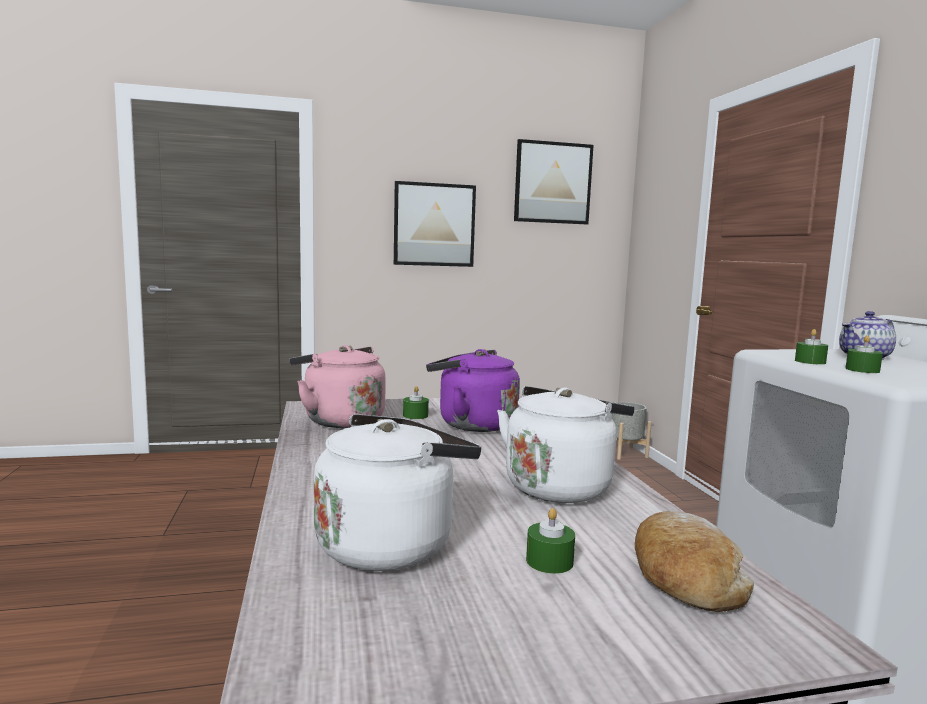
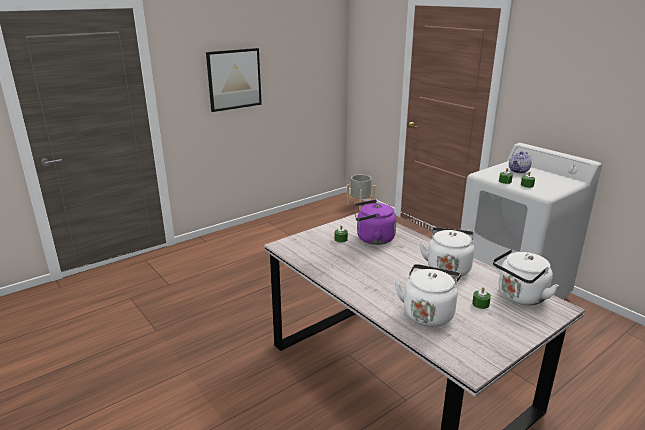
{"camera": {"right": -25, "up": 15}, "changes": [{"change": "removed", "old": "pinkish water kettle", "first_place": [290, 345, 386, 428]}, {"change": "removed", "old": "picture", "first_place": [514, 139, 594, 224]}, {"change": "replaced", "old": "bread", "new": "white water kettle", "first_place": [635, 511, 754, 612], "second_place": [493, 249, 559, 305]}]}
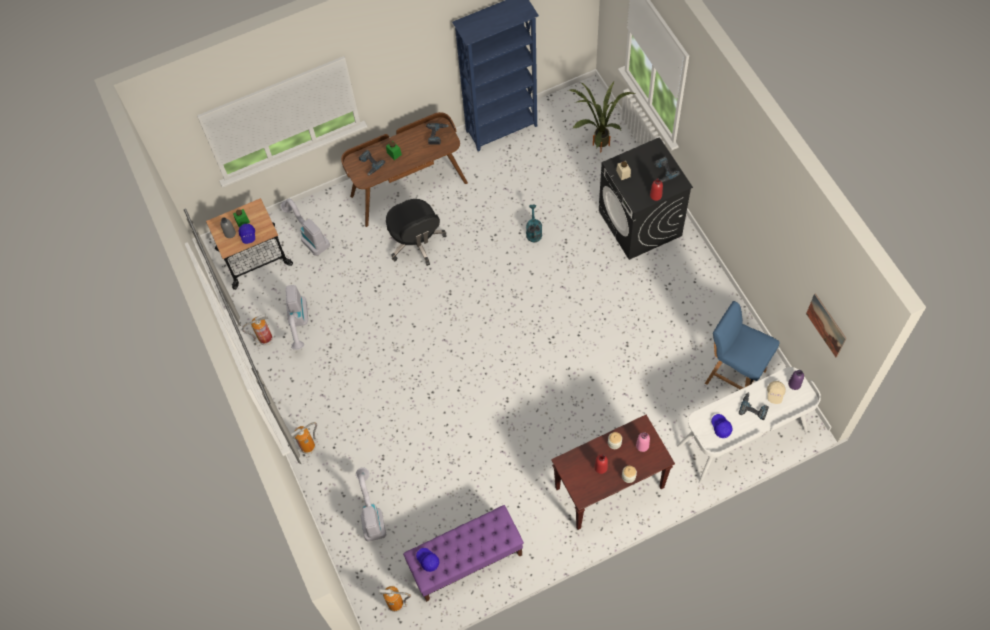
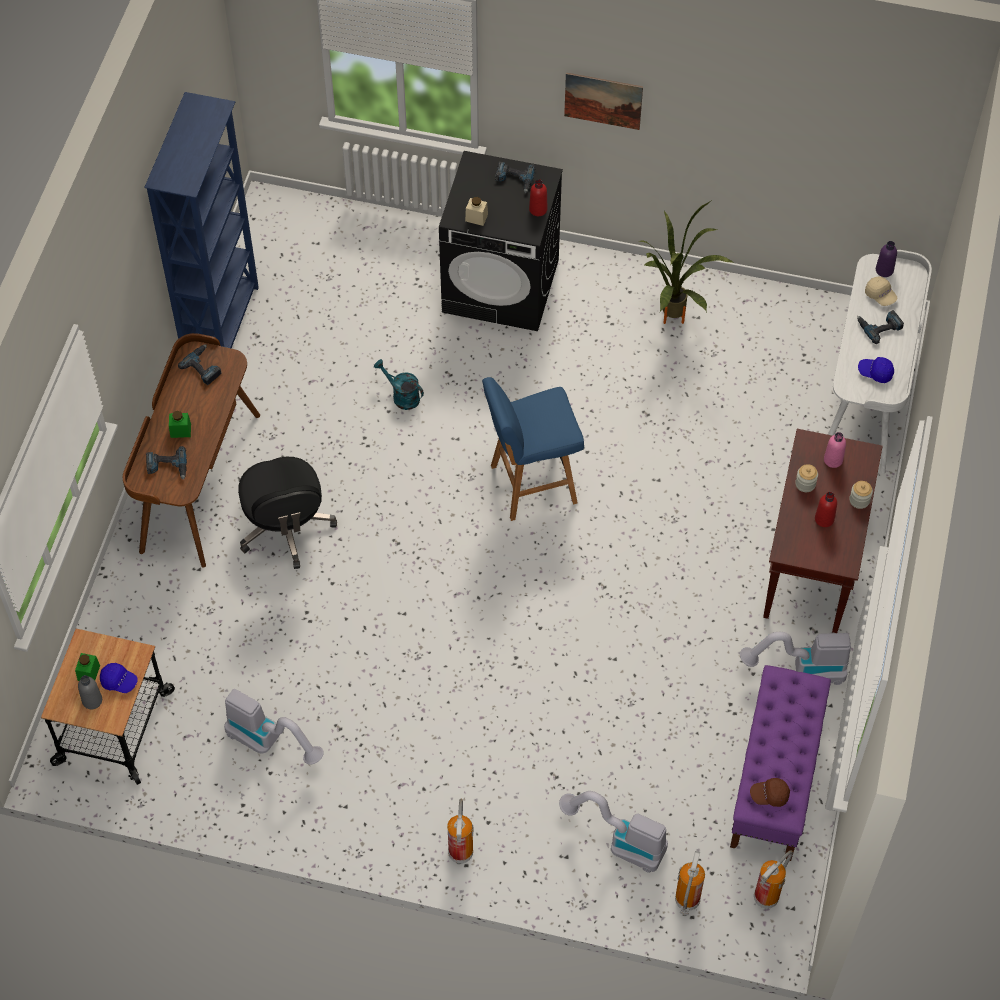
{"camera": {"right": -55, "up": -5}, "changes": [{"change": "moved", "old": "fire extinguisher", "first_place": [242, 314, 273, 345], "second_place": [675, 851, 705, 915]}, {"change": "moved", "old": "vacuum cleaner", "first_place": [281, 199, 330, 256], "second_place": [740, 632, 851, 685]}, {"change": "turned", "old": "black-coloured office chair", "first_place": [386, 199, 446, 266], "second_place": [238, 457, 337, 569], "degrees": 60}, {"change": "recoloured", "old": "bluish cap", "new": "brownish cap", "first_place": [416, 548, 439, 572], "second_place": [750, 778, 790, 807]}, {"change": "moved", "old": "houseplant", "first_place": [569, 82, 636, 153], "second_place": [639, 200, 734, 324]}, {"change": "moved", "old": "bluish stool", "first_place": [705, 301, 780, 390], "second_place": [482, 377, 584, 521]}, {"change": "moved", "old": "picture", "first_place": [806, 293, 846, 358], "second_place": [564, 73, 643, 130]}]}
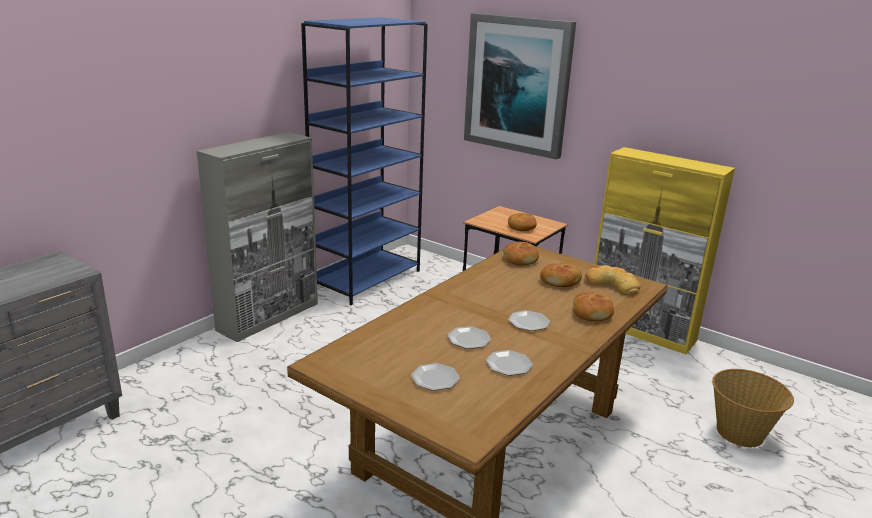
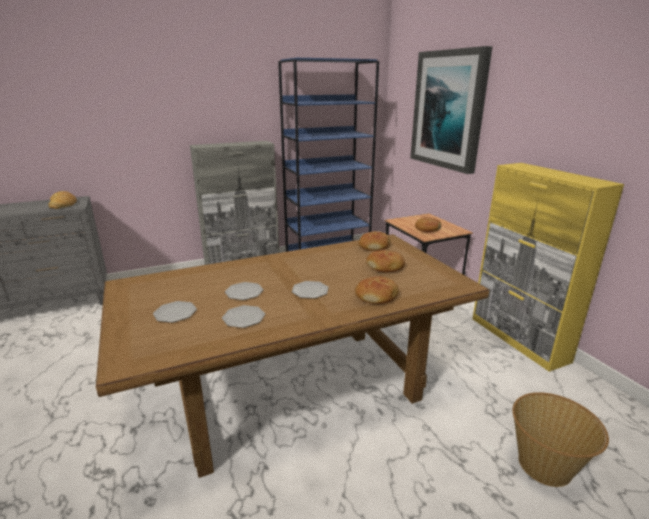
{"camera": {"right": 30, "up": 0}, "changes": [{"change": "moved", "old": "bread", "first_place": [585, 265, 640, 294], "second_place": [48, 191, 77, 209]}]}
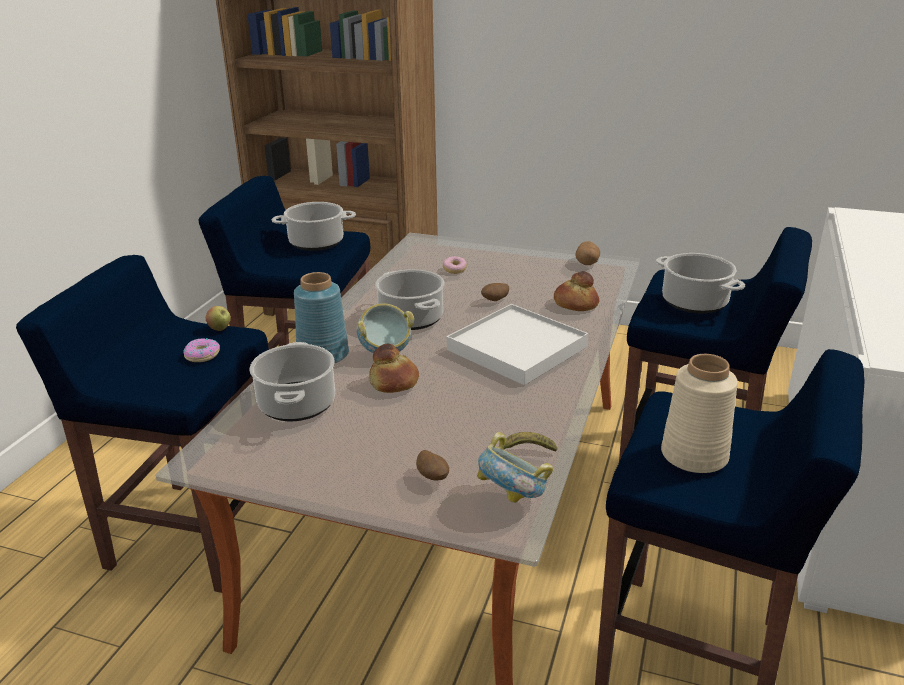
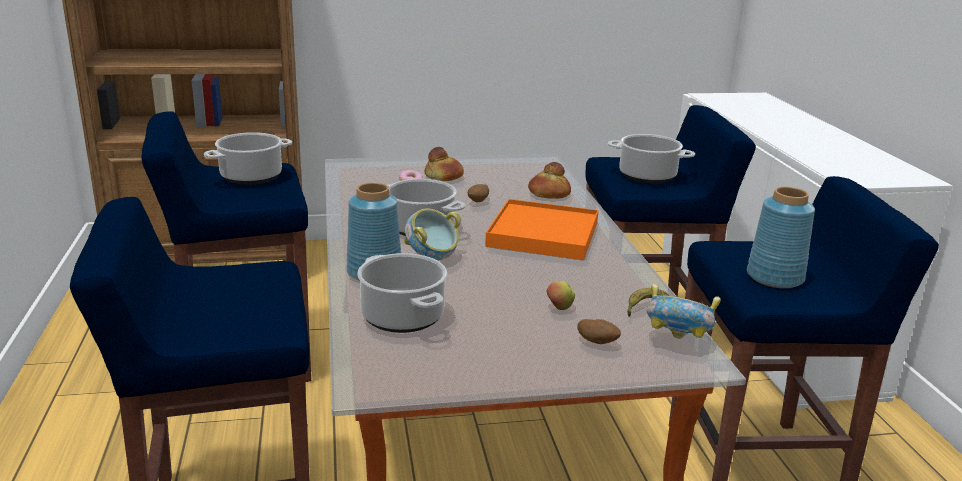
{"camera": {"right": -30, "up": -5}, "changes": [{"change": "removed", "old": "ring doughnut", "first_place": [183, 338, 220, 362]}, {"change": "moved", "old": "apple fruit", "first_place": [206, 306, 231, 331], "second_place": [546, 281, 575, 310]}, {"change": "moved", "old": "bread", "first_place": [369, 344, 419, 393], "second_place": [425, 147, 464, 181]}, {"change": "recoloured", "old": "white tray", "new": "orange tray", "first_place": [447, 304, 588, 385], "second_place": [485, 199, 599, 260]}, {"change": "removed", "old": "spud", "first_place": [575, 241, 600, 265]}, {"change": "recoloured", "old": "sand-coloured decorative vase", "new": "bluish decorative vase", "first_place": [661, 354, 738, 473], "second_place": [747, 186, 815, 288]}]}
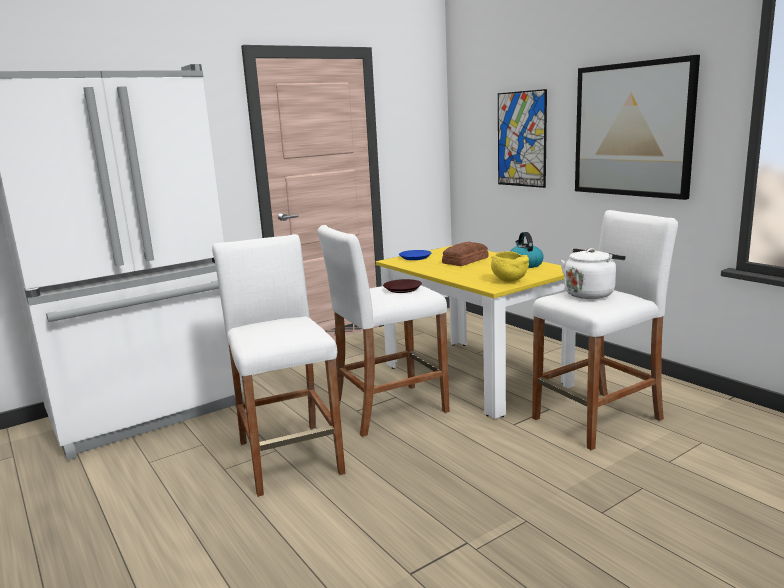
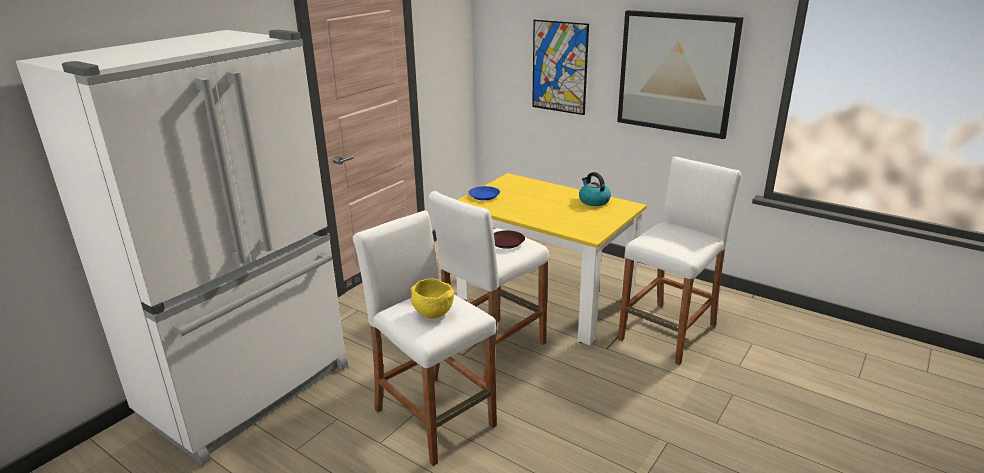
{"camera": {"right": -20, "up": 10}, "changes": [{"change": "removed", "old": "bread", "first_place": [442, 242, 488, 266]}, {"change": "moved", "old": "yellowish serving bowl", "first_place": [491, 251, 529, 282], "second_place": [411, 278, 454, 319]}, {"change": "removed", "old": "white water kettle", "first_place": [561, 248, 626, 299]}]}
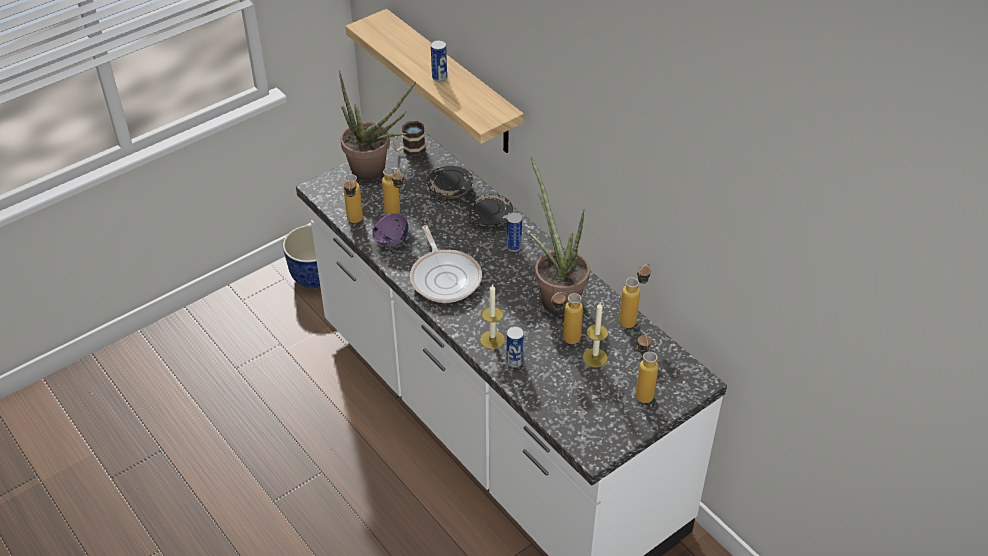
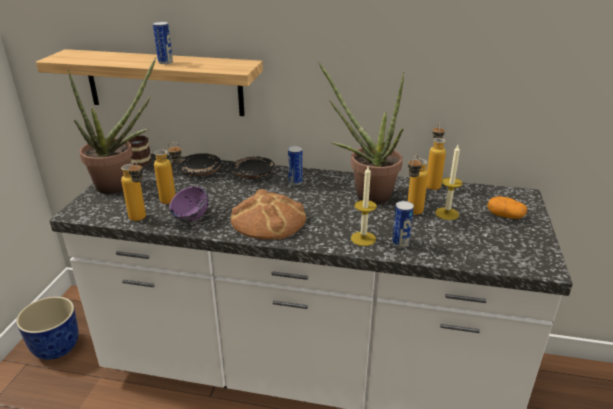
{"camera": {"right": -40, "up": -15}, "changes": [{"change": "replaced", "old": "frying pan", "new": "bread", "first_place": [410, 225, 482, 303], "second_place": [231, 189, 306, 240]}, {"change": "replaced", "old": "drink bottle", "new": "spud", "first_place": [636, 332, 658, 403], "second_place": [487, 196, 527, 219]}]}
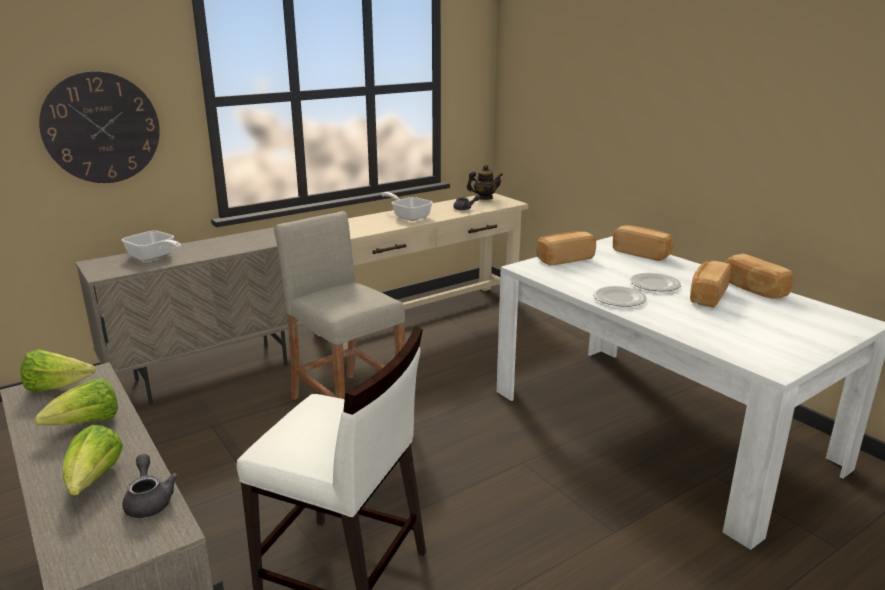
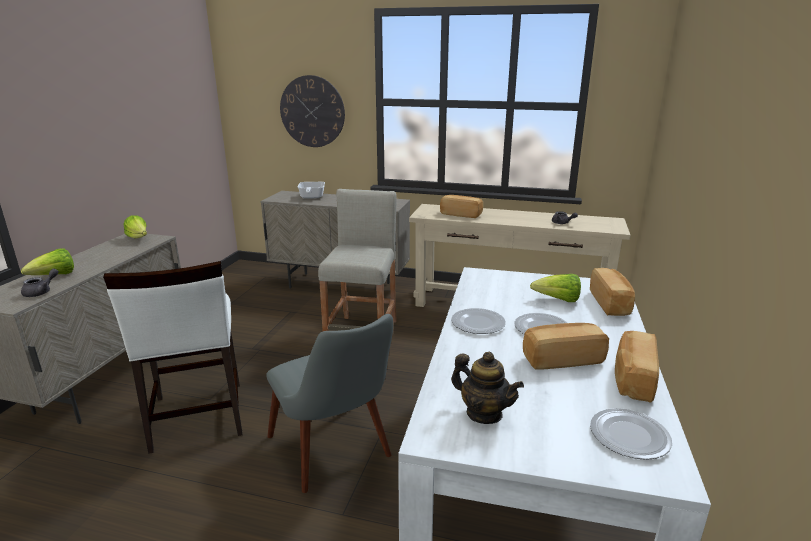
{"camera": {"right": 50, "up": 0}, "changes": [{"change": "moved", "old": "head of lettuce", "first_place": [34, 378, 118, 426], "second_place": [530, 274, 581, 302]}, {"change": "removed", "old": "frying pan", "first_place": [381, 192, 433, 221]}, {"change": "moved", "old": "tea pot", "first_place": [467, 165, 503, 200], "second_place": [451, 352, 524, 424]}, {"change": "moved", "old": "bread", "first_place": [537, 231, 596, 266], "second_place": [440, 195, 483, 218]}, {"change": "added", "new": "greyish upright chair", "second_place": [266, 314, 393, 493]}, {"change": "added", "new": "dinner plate", "second_place": [590, 408, 672, 460]}]}
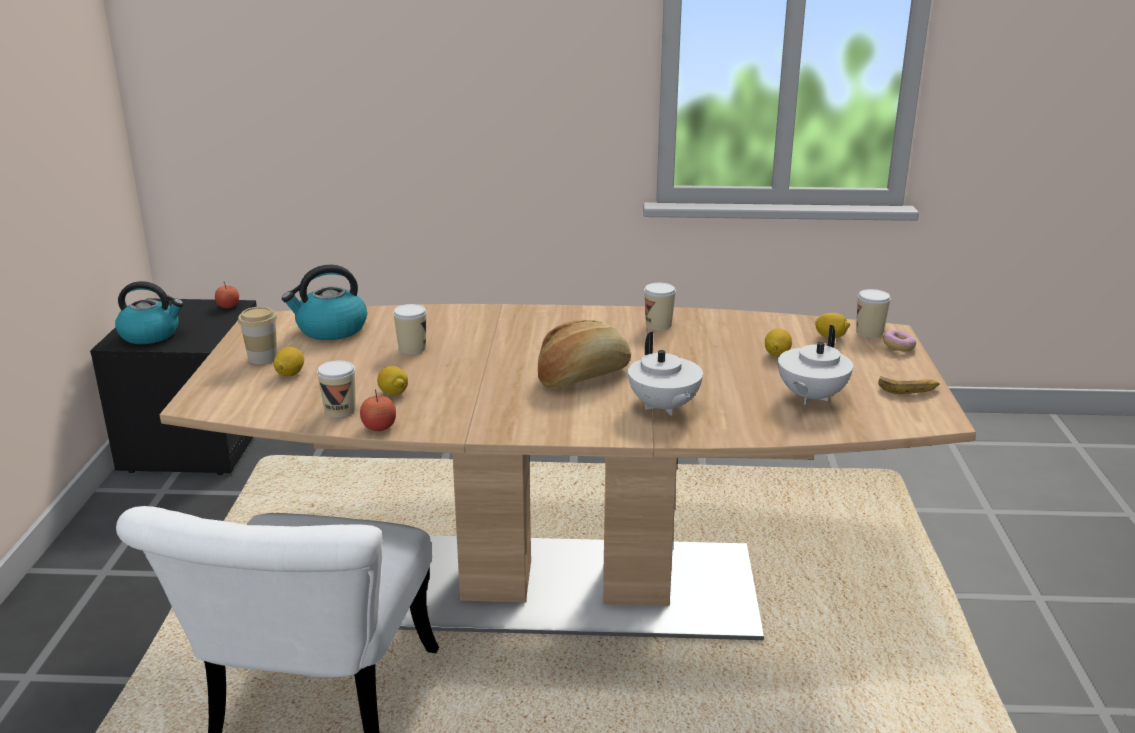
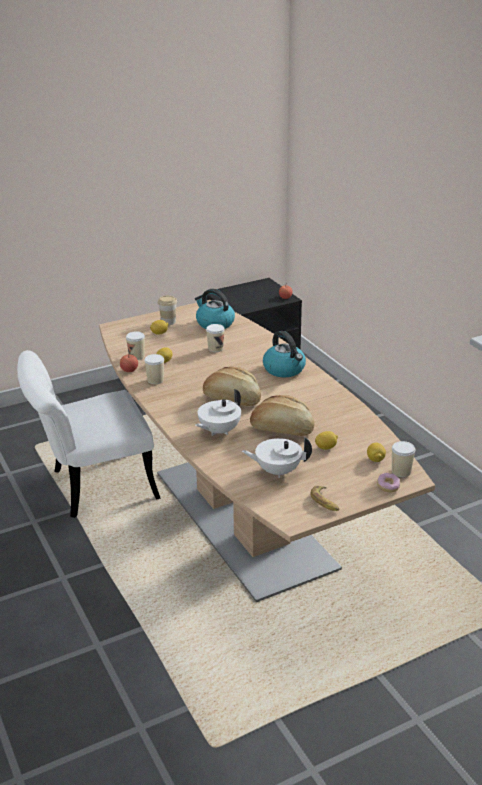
{"camera": {"right": 60, "up": 5}, "changes": [{"change": "moved", "old": "water kettle", "first_place": [115, 281, 184, 344], "second_place": [263, 331, 306, 377]}, {"change": "moved", "old": "small cup", "first_place": [644, 283, 676, 330], "second_place": [144, 354, 164, 384]}, {"change": "added", "new": "bread", "second_place": [250, 395, 314, 436]}]}
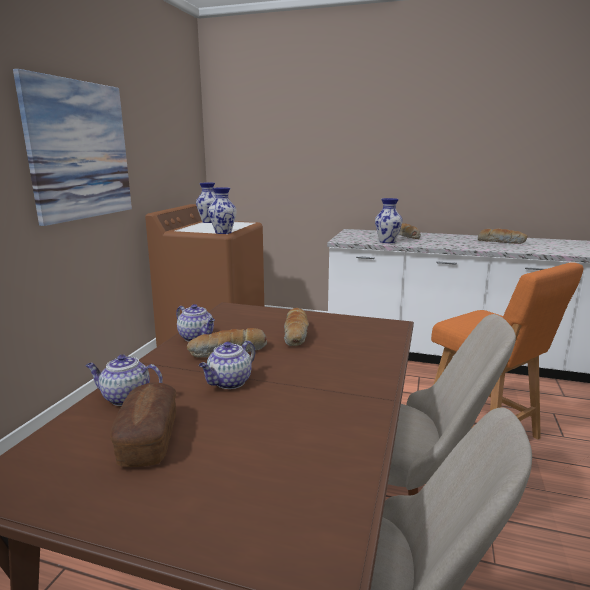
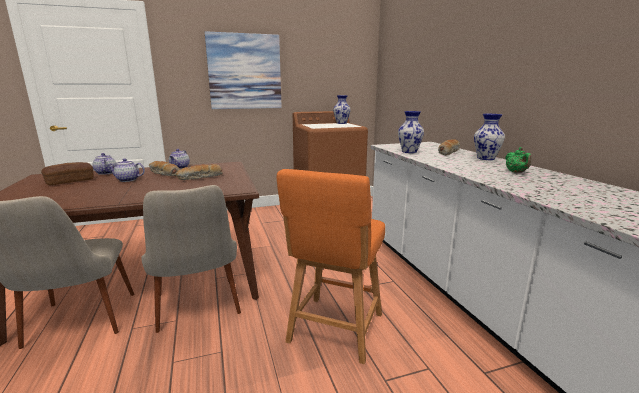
{"camera": {"right": 55, "up": 0}, "changes": [{"change": "moved", "old": "decorative vase", "first_place": [208, 187, 236, 234], "second_place": [474, 114, 505, 160]}, {"change": "replaced", "old": "bread", "new": "green-coloured tea pot", "first_place": [478, 229, 528, 244], "second_place": [505, 147, 532, 173]}]}
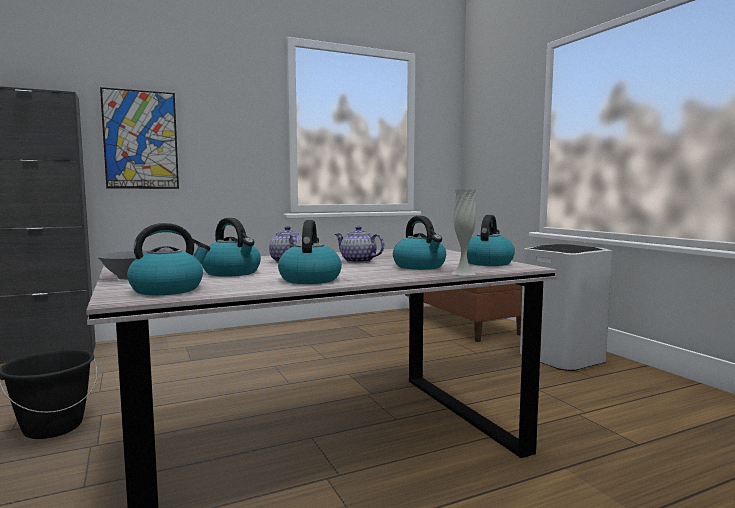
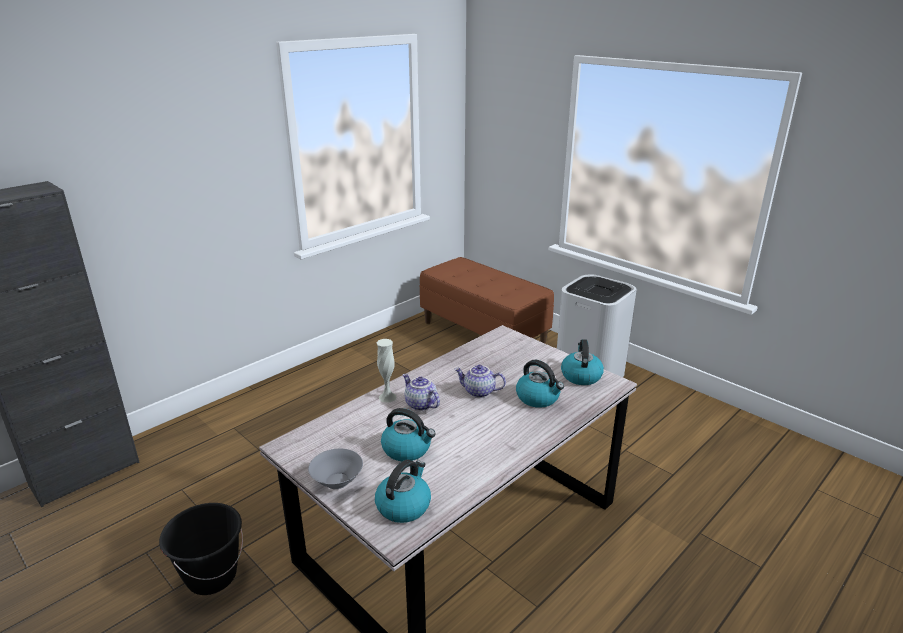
{"camera": {"right": -20, "up": 20}, "changes": [{"change": "removed", "old": "picture", "first_place": [100, 87, 179, 189]}, {"change": "removed", "old": "water kettle", "first_place": [278, 220, 342, 284]}, {"change": "moved", "old": "white decorative vase", "first_place": [452, 189, 476, 275], "second_place": [377, 339, 397, 403]}]}
